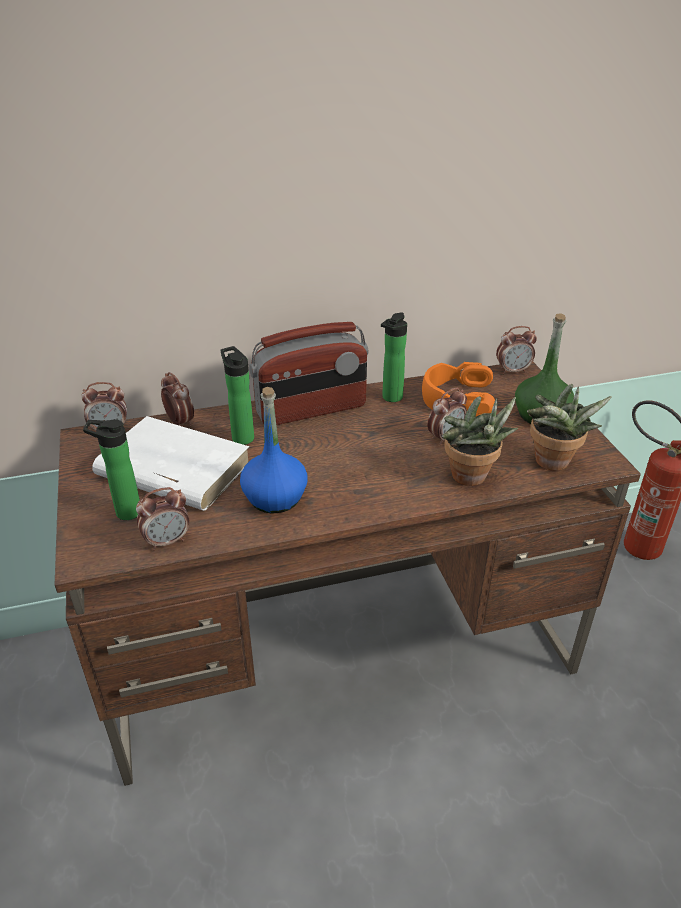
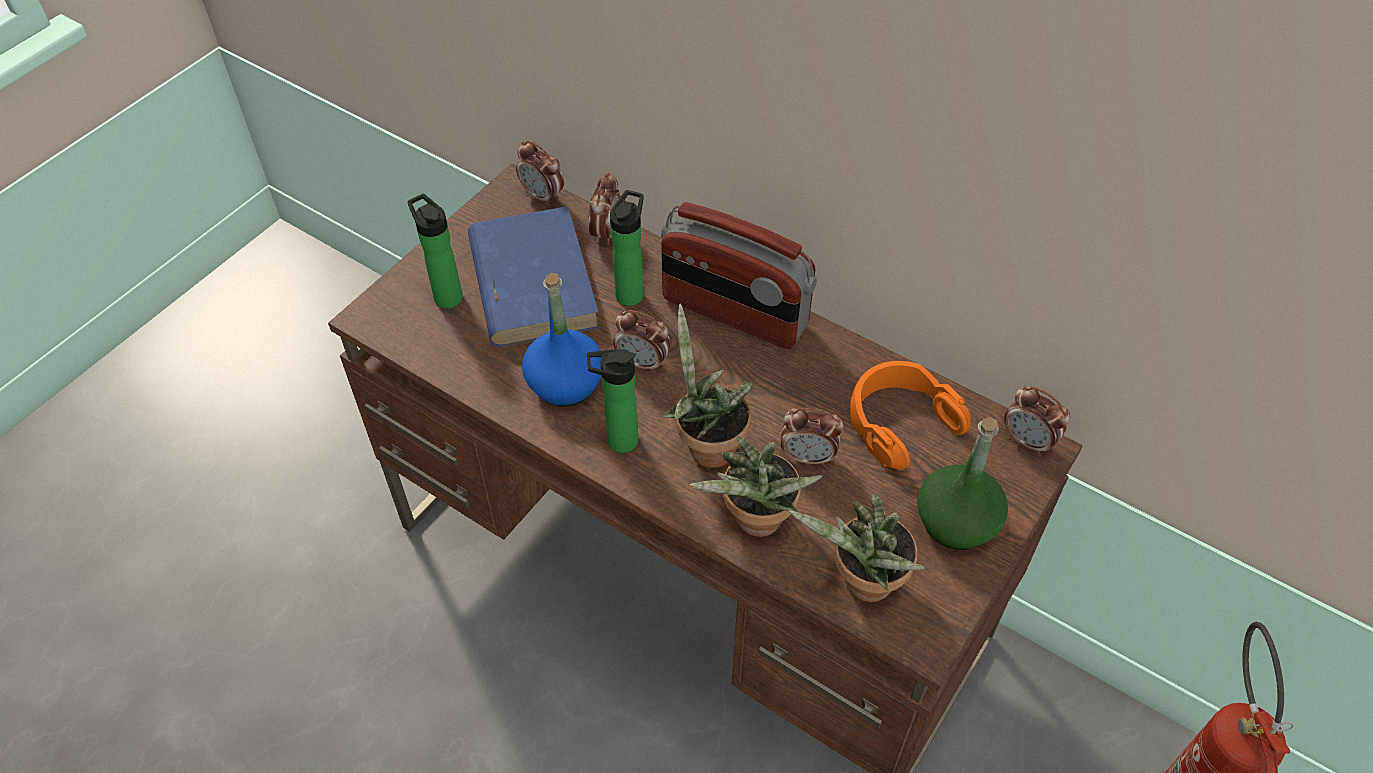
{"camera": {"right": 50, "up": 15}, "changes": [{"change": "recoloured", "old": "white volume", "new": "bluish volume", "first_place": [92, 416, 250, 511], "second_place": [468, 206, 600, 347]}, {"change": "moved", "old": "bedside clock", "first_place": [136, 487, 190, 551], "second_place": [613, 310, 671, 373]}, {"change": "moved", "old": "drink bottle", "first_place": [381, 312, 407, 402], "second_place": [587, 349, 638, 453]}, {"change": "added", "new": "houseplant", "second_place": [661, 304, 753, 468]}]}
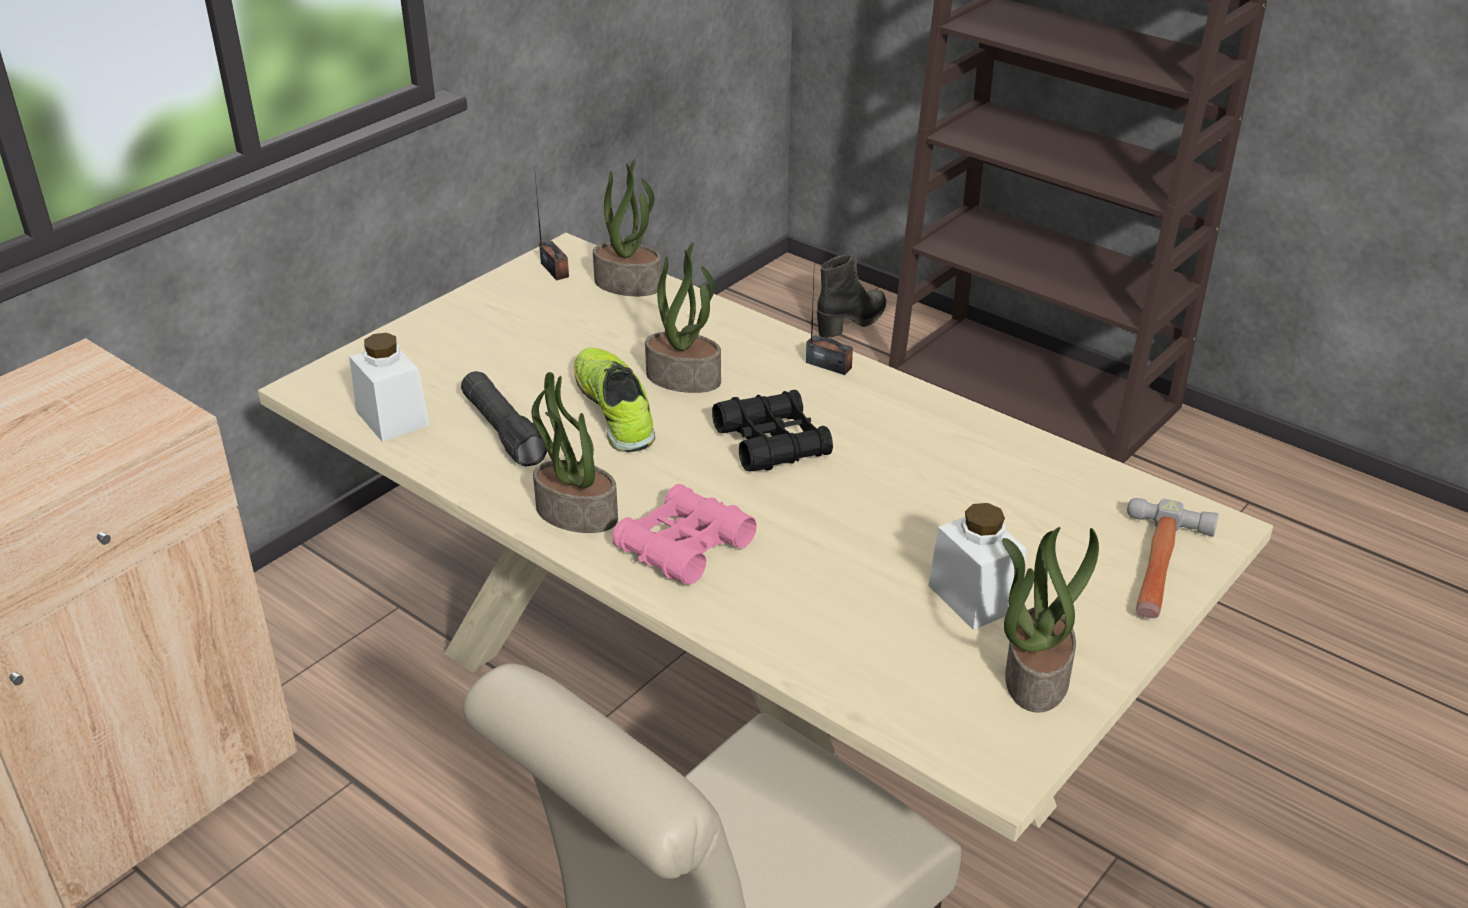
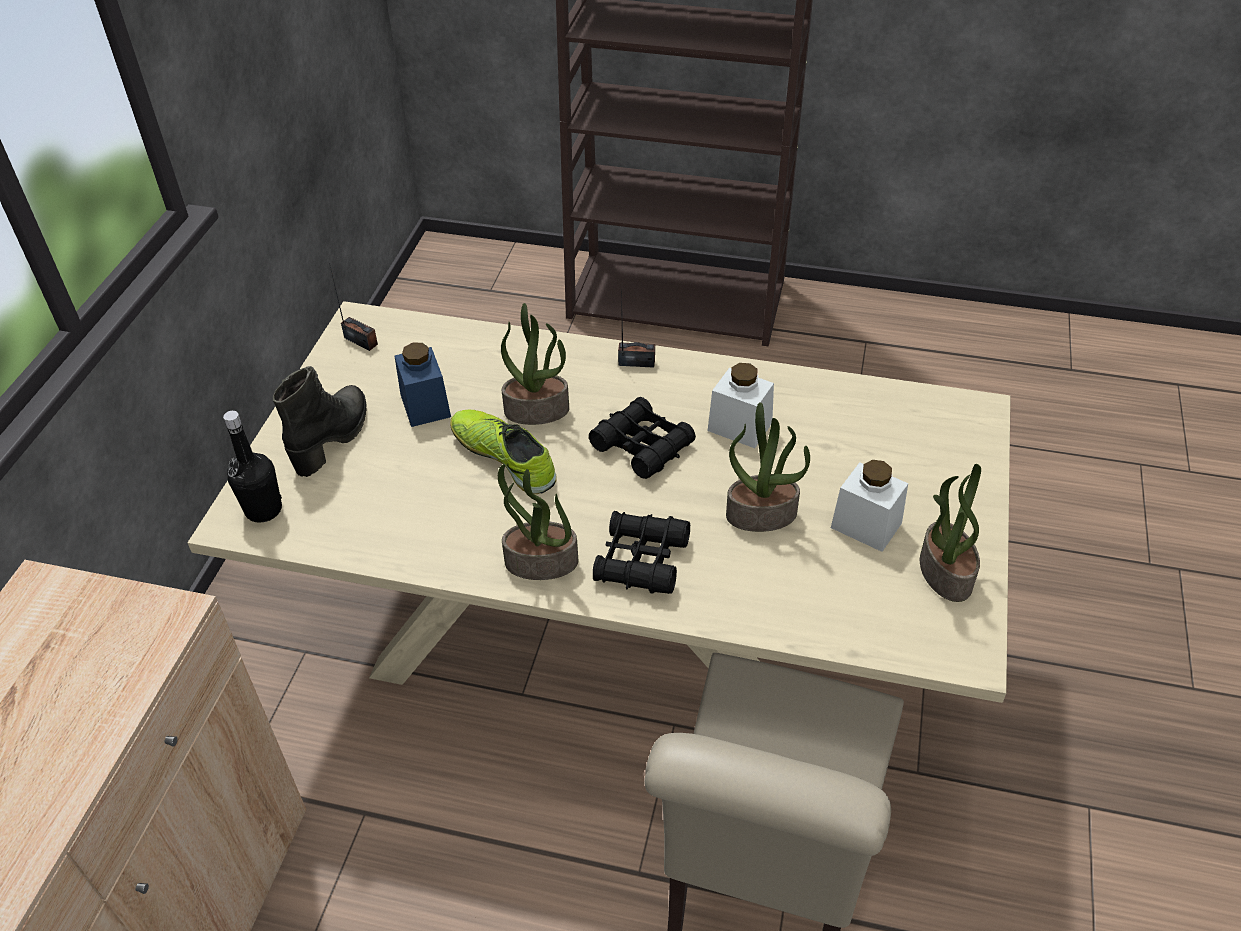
{"camera": {"right": -25, "up": 10}, "changes": [{"change": "moved", "old": "white storage jar", "first_place": [349, 333, 430, 442], "second_place": [708, 363, 774, 448]}, {"change": "removed", "old": "black-coloured flashlight", "first_place": [461, 371, 548, 467]}, {"change": "moved", "old": "houseplant", "first_place": [593, 159, 662, 296], "second_place": [726, 402, 810, 532]}, {"change": "recoloured", "old": "pinkish field glasses", "new": "black-coloured field glasses", "first_place": [612, 484, 757, 584], "second_place": [593, 511, 690, 594]}, {"change": "moved", "old": "black-coloured high-top boot", "first_place": [817, 255, 886, 338], "second_place": [273, 366, 366, 477]}, {"change": "removed", "old": "tool hammer", "first_place": [1127, 498, 1219, 618]}, {"change": "added", "new": "black-coloured drink bottle", "second_place": [223, 411, 282, 523]}, {"change": "added", "new": "bluish storage jar", "second_place": [394, 343, 451, 427]}]}
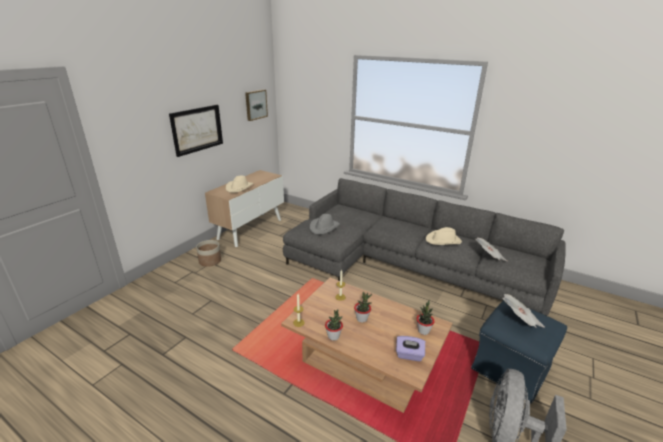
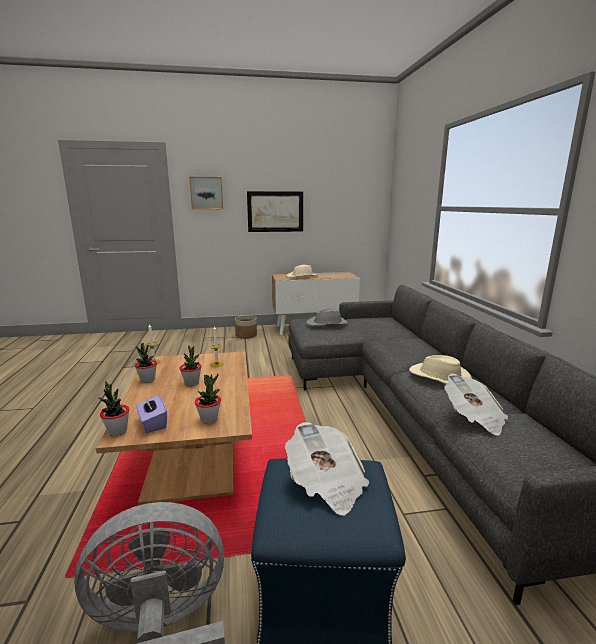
{"camera": {"right": 50, "up": -10}, "changes": [{"change": "moved", "old": "picture", "first_place": [245, 89, 268, 121], "second_place": [189, 177, 223, 209]}, {"change": "added", "new": "houseplant", "second_place": [99, 381, 129, 436]}]}
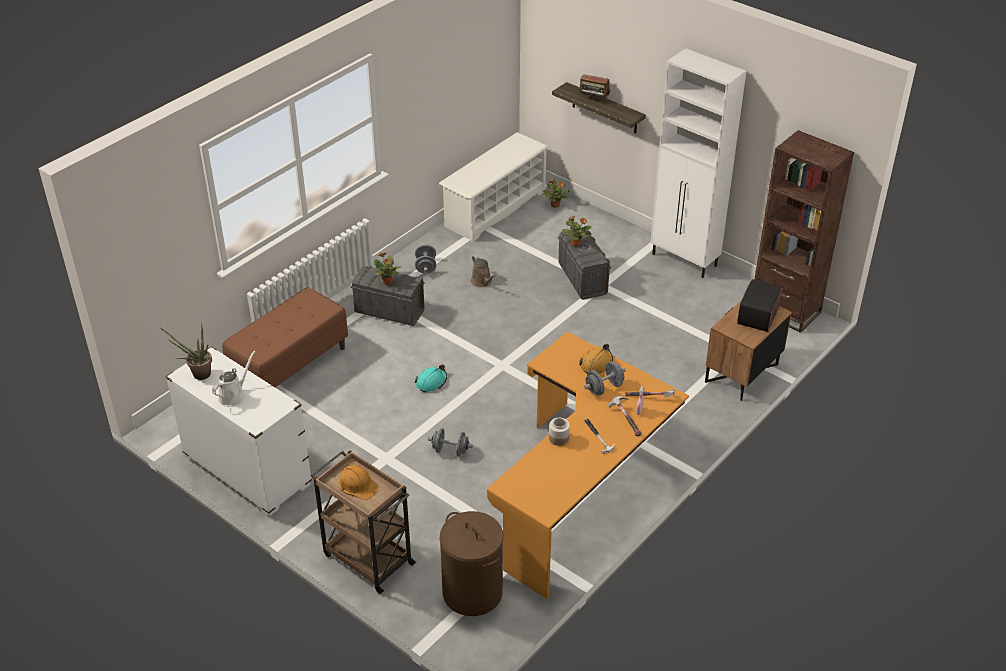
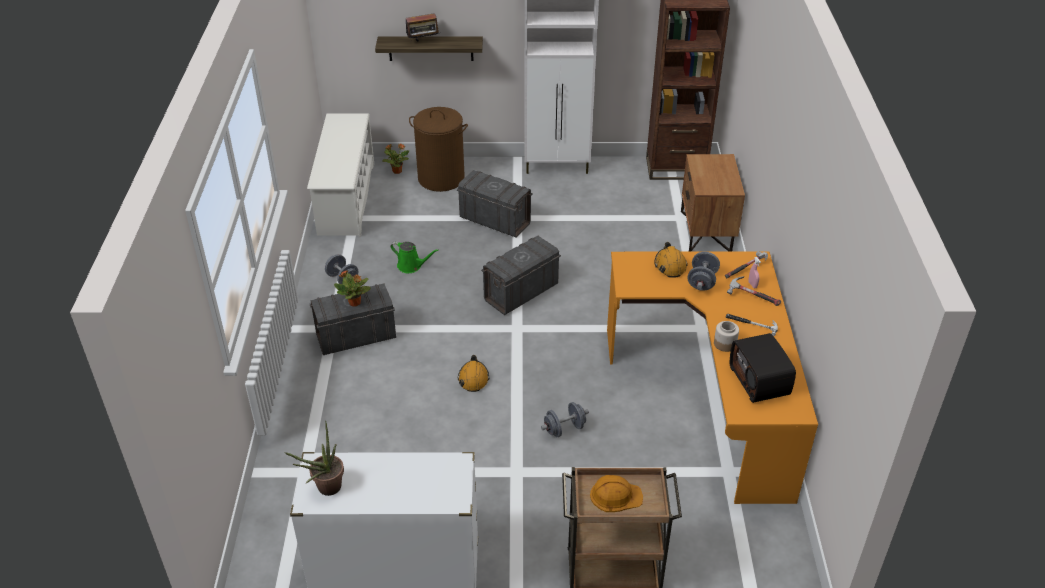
{"camera": {"right": -40, "up": 0}, "changes": [{"change": "removed", "old": "white watering pot", "first_place": [212, 351, 256, 407]}, {"change": "removed", "old": "brownish long seat", "first_place": [222, 287, 348, 387]}, {"change": "recoloured", "old": "blue-green hard hat", "new": "orange hard hat", "first_place": [415, 364, 447, 392], "second_place": [458, 355, 489, 392]}, {"change": "moved", "old": "brownish laundry basket", "first_place": [439, 511, 503, 616], "second_place": [409, 107, 468, 192]}, {"change": "recoloured", "old": "brownish watering pot", "new": "green-coloured watering pot", "first_place": [471, 255, 495, 287], "second_place": [390, 241, 439, 273]}, {"change": "removed", "old": "houseplant", "first_place": [562, 216, 592, 247]}, {"change": "moved", "old": "radio set", "first_place": [737, 279, 782, 332], "second_place": [730, 333, 796, 403]}, {"change": "added", "new": "greyish storage box", "second_place": [481, 236, 561, 315]}]}
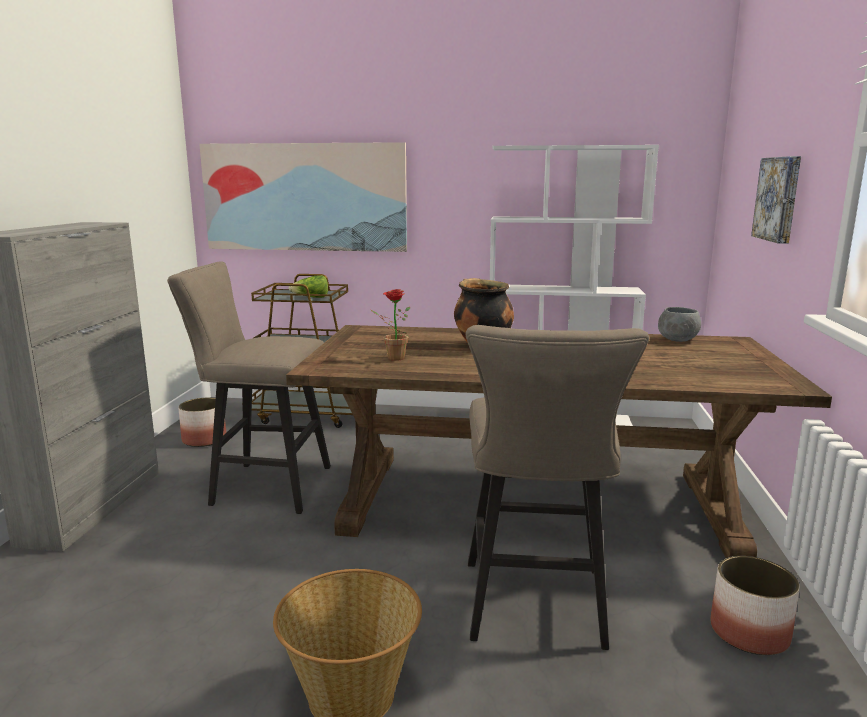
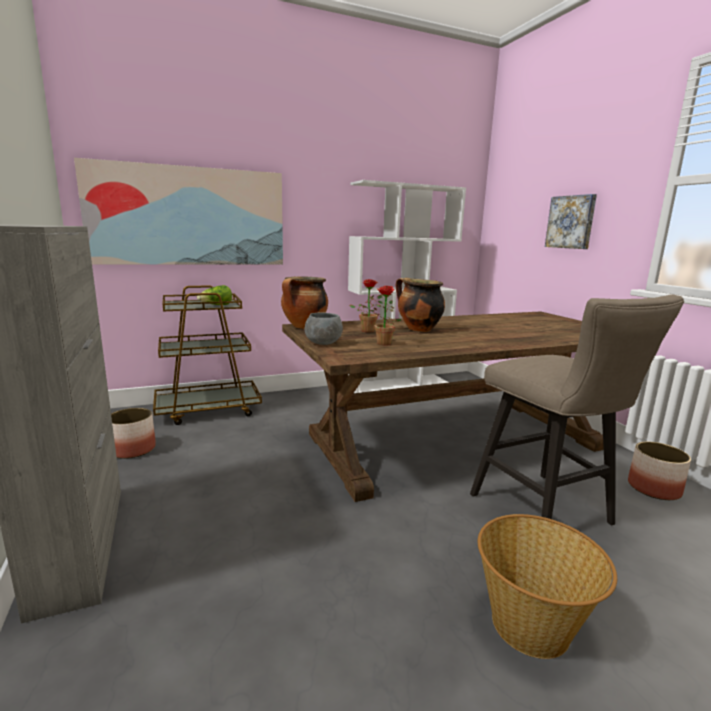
{"camera": {"right": -30, "up": 0}, "changes": [{"change": "removed", "old": "sand-coloured stool", "first_place": [167, 261, 331, 514]}, {"change": "moved", "old": "greyish serving bowl", "first_place": [658, 307, 701, 342], "second_place": [305, 312, 343, 345]}, {"change": "added", "new": "saucepot", "second_place": [281, 276, 328, 329]}, {"change": "added", "new": "houseplant", "second_place": [349, 279, 383, 332]}]}
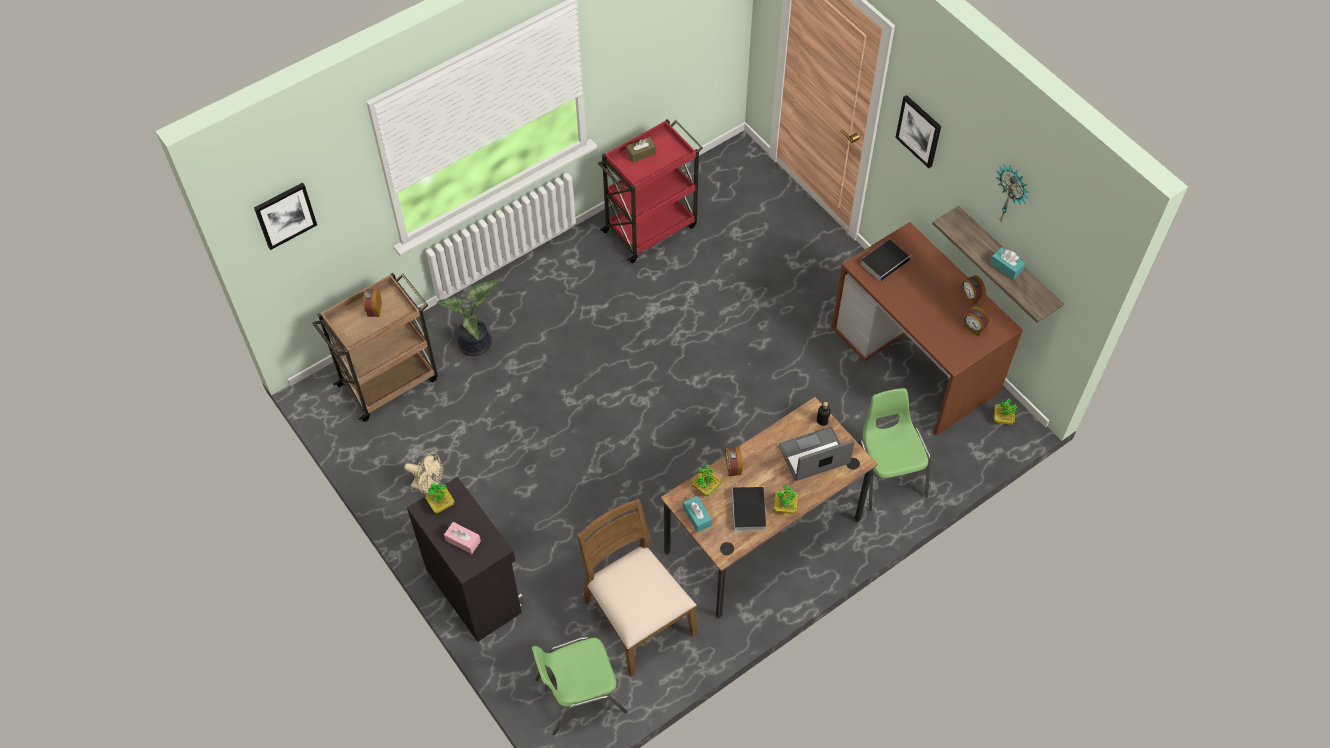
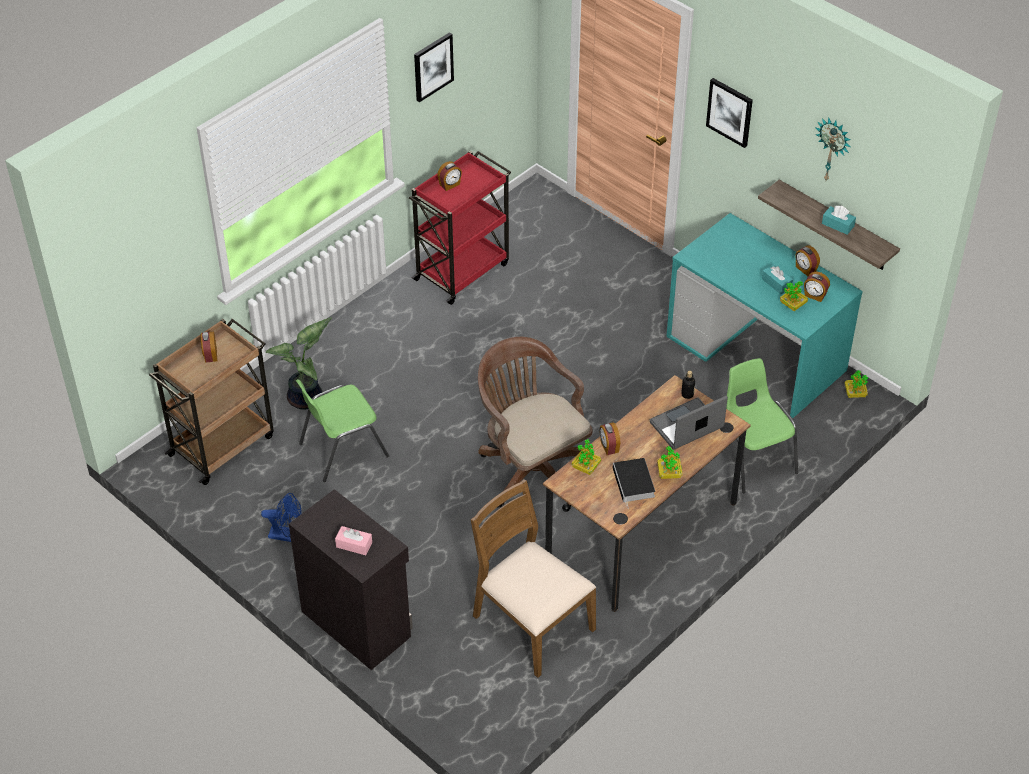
{"camera": {"right": -10, "up": -10}, "changes": [{"change": "moved", "old": "picture", "first_place": [254, 183, 317, 250], "second_place": [414, 32, 454, 102]}, {"change": "recoloured", "old": "sand-coloured electric fan", "new": "bluish electric fan", "first_place": [404, 452, 443, 494], "second_place": [261, 493, 302, 542]}, {"change": "moved", "old": "houseplant", "first_place": [425, 484, 455, 514], "second_place": [780, 281, 808, 311]}, {"change": "moved", "old": "green-coloured upright chair", "first_place": [532, 636, 628, 735], "second_place": [296, 379, 389, 482]}, {"change": "replaced", "old": "brownish box of tissues", "new": "bedside clock", "first_place": [626, 137, 656, 163], "second_place": [437, 161, 462, 191]}, {"change": "moved", "old": "blue-green box of tissues", "first_place": [683, 496, 712, 532], "second_place": [762, 264, 793, 294]}, {"change": "recoloured", "old": "brownish desk", "new": "blue-green desk", "first_place": [832, 222, 1023, 436], "second_place": [666, 213, 863, 418]}, {"change": "removed", "old": "volume", "first_place": [861, 239, 912, 282]}, {"change": "added", "new": "brownish office chair", "second_place": [478, 337, 592, 512]}]}
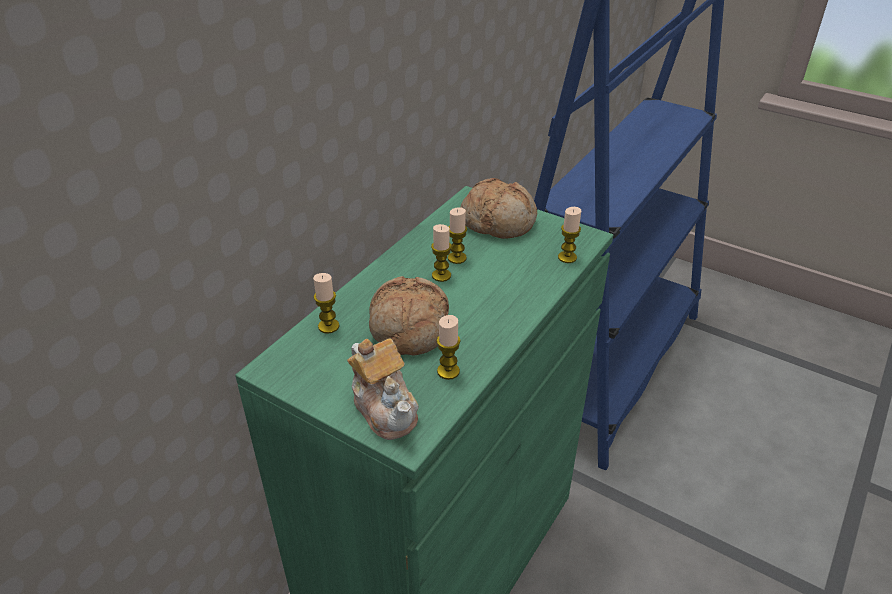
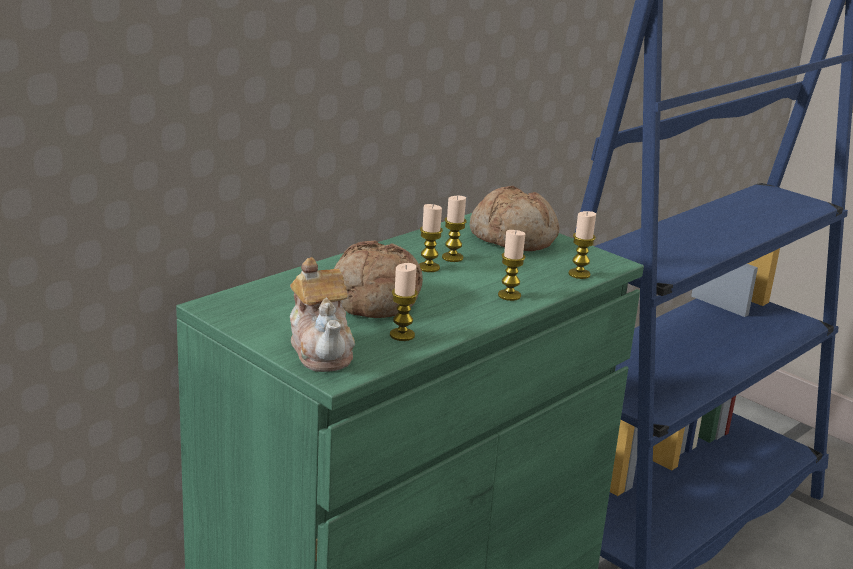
{"camera": {"right": 10, "up": -15}, "changes": [{"change": "moved", "old": "wax light", "first_place": [313, 273, 339, 334], "second_place": [498, 230, 526, 301]}]}
